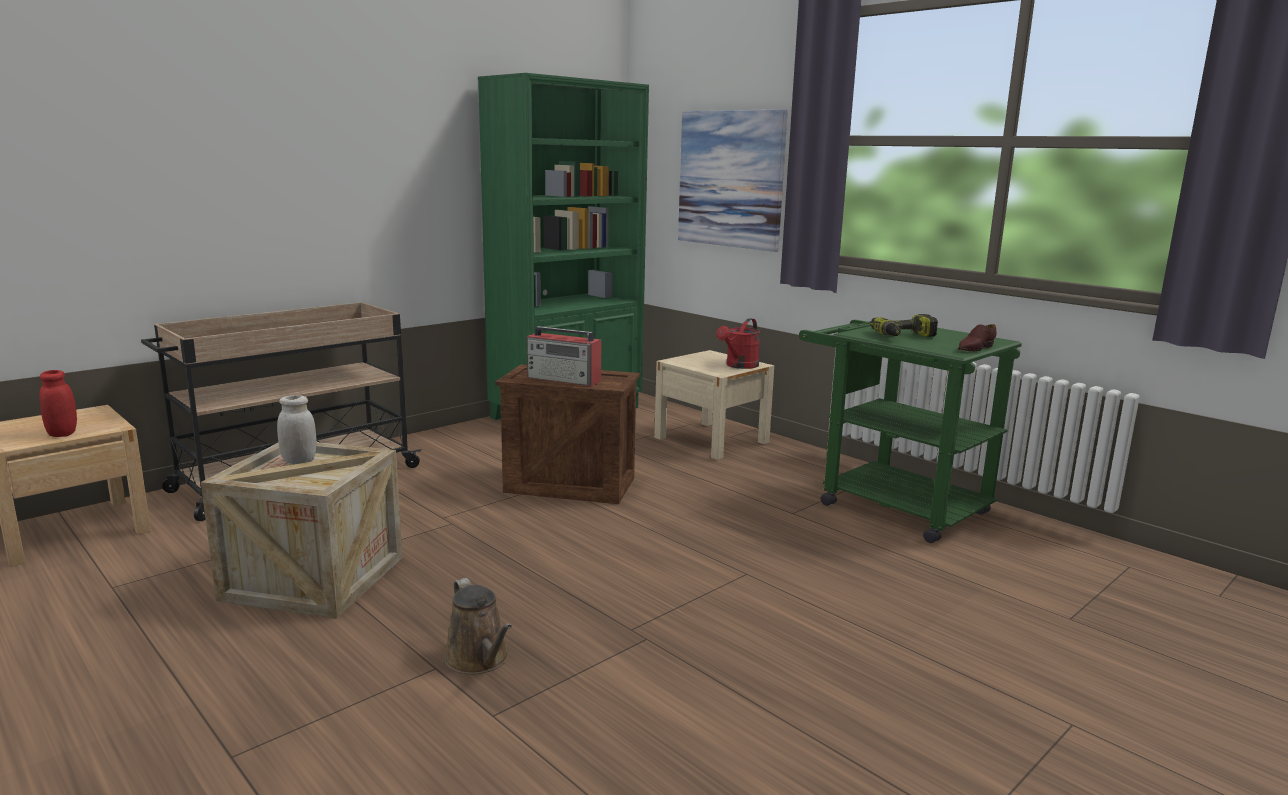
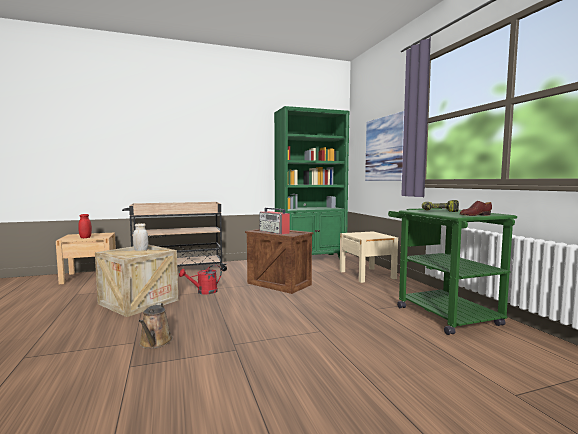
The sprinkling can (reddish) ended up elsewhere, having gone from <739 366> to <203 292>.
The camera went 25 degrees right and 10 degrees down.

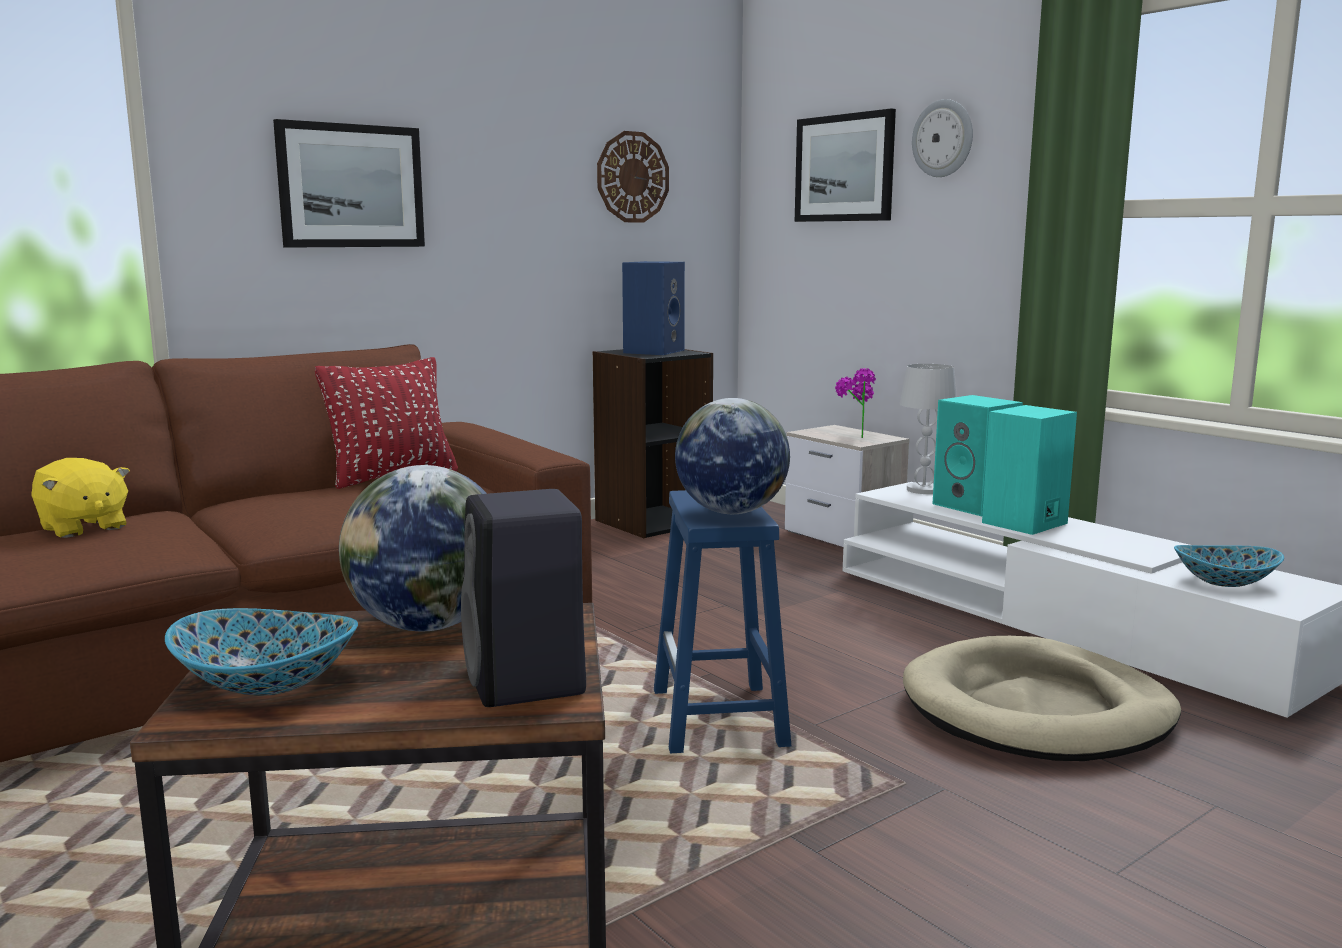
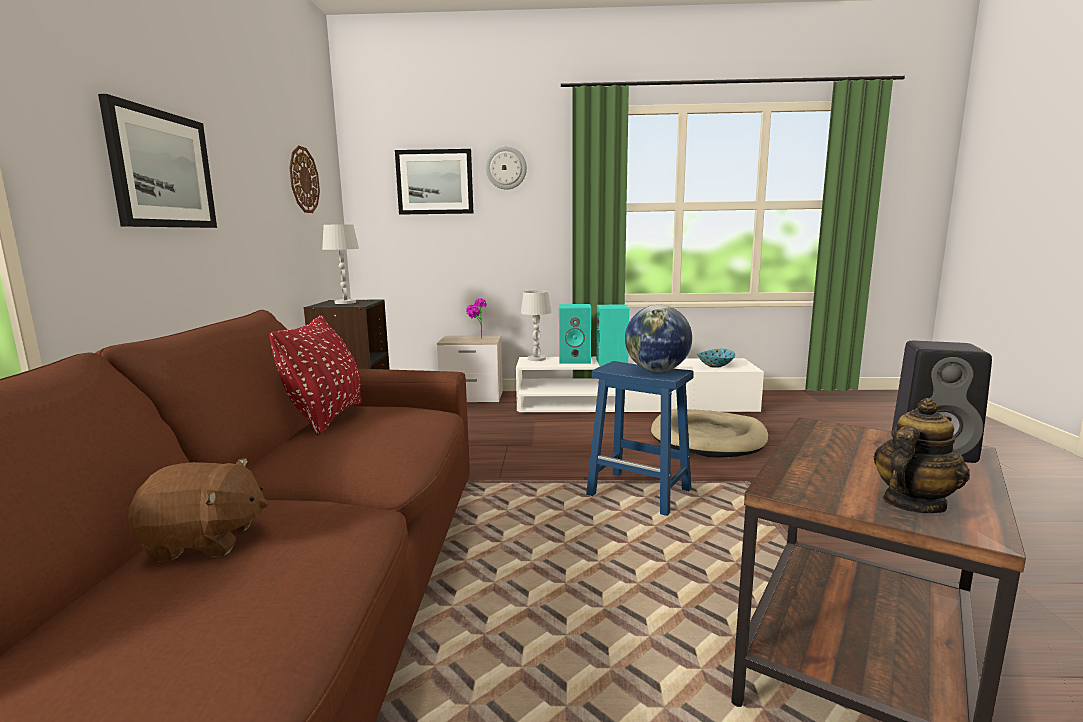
What was the plush toy (yellowish) at <83 528> turned into the plush toy (brown-coloured) at <204 542>.
Where the loudspeaker (bluish) stood at <653 351>, the lamp for a table (white) came to stand at <345 302>.
Where the deep dish stood at <268 683>, the tea pot came to stand at <912 503>.
The second view lost the world globe at <428 626>.
The camera went 50 degrees left and 0 degrees up.

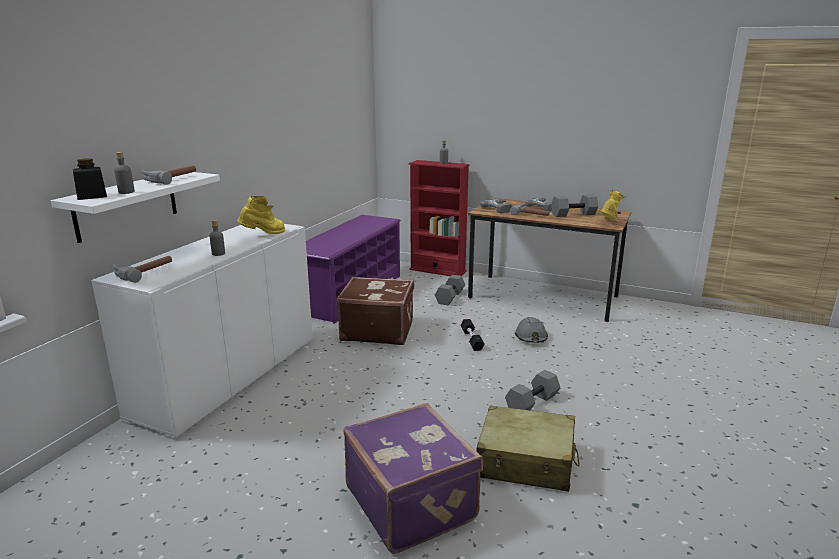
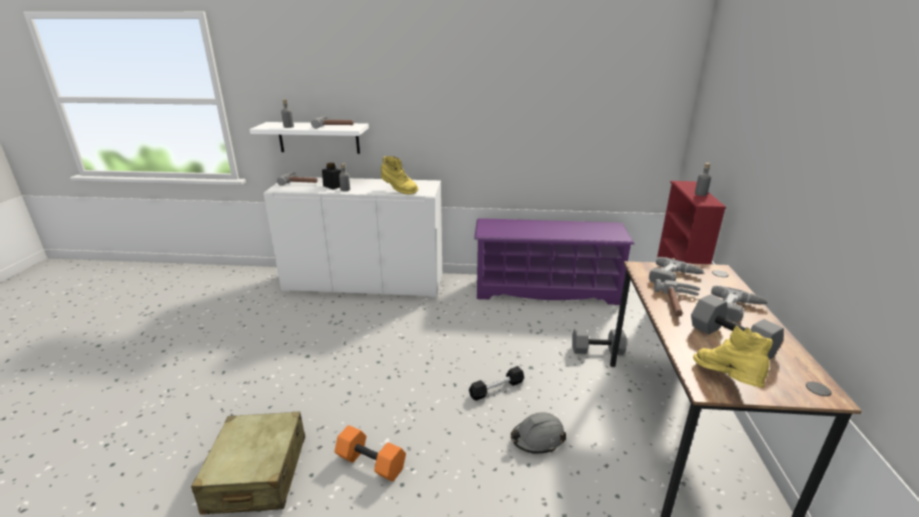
The jar (black-coloured) ended up elsewhere, having gone from <92 196> to <333 186>.
What was the dumbbell (greyish) at <531 402> turned into the dumbbell (orange) at <372 462>.
The boot (yellowish) at <608 223> ended up facing another way, 105 degrees counterclockwise from before.
The second view lost the travel case (brown-coloured) at <377 330>.
The second view lost the travel case (purplish) at <412 502>.
The camera went 70 degrees right and 5 degrees up.

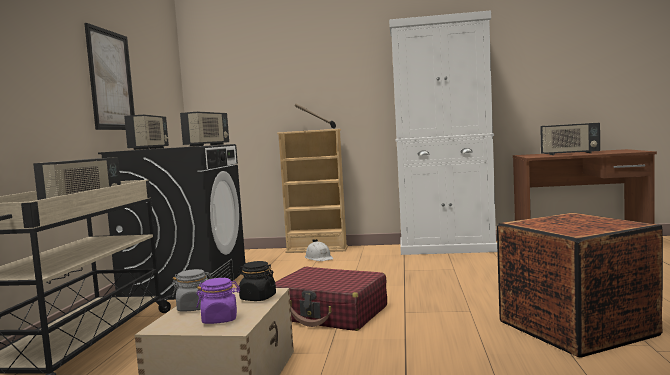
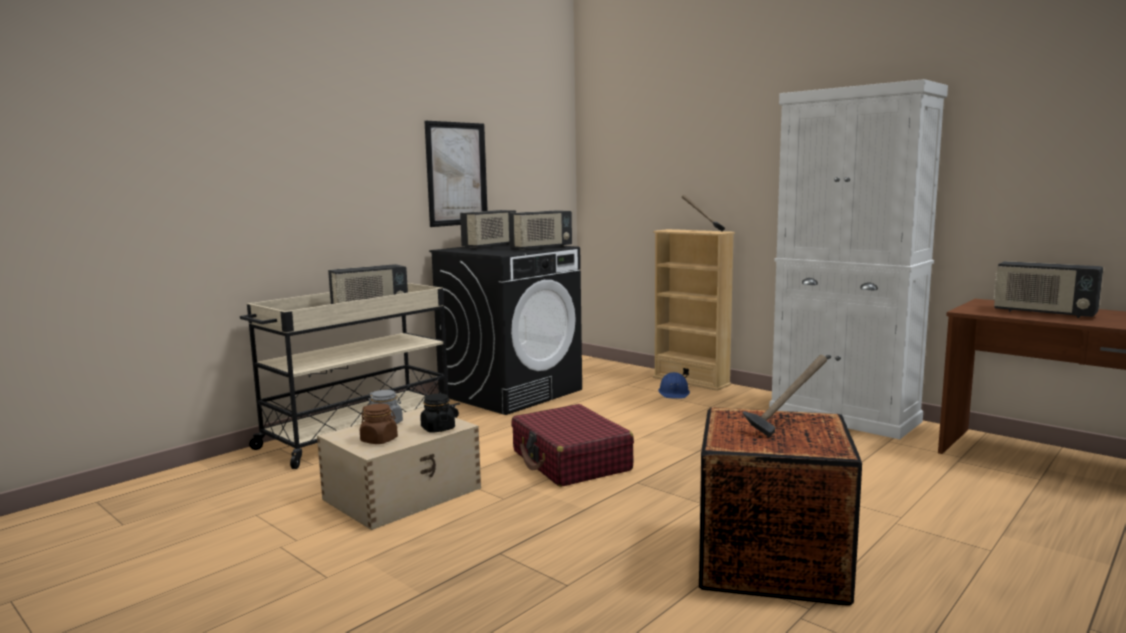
What was the jar (purplish) at <220 319> turned into the jar (brown-coloured) at <379 440>.
What was the hard hat (white) at <319 258> turned into the hard hat (bluish) at <674 393>.
The second view gained the hand hammer at <784 426>.
The camera went 35 degrees right and 5 degrees up.

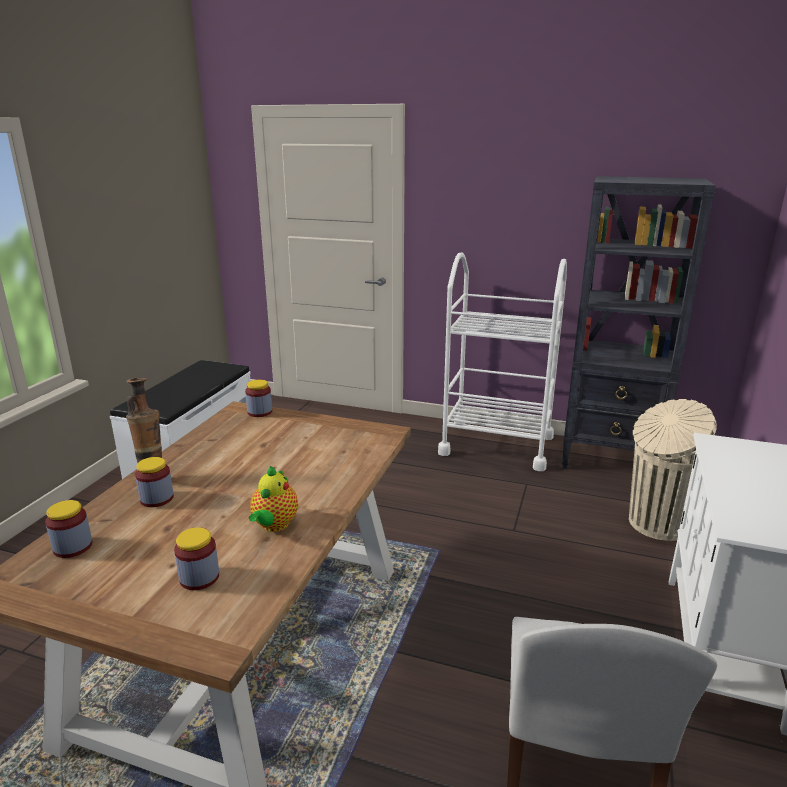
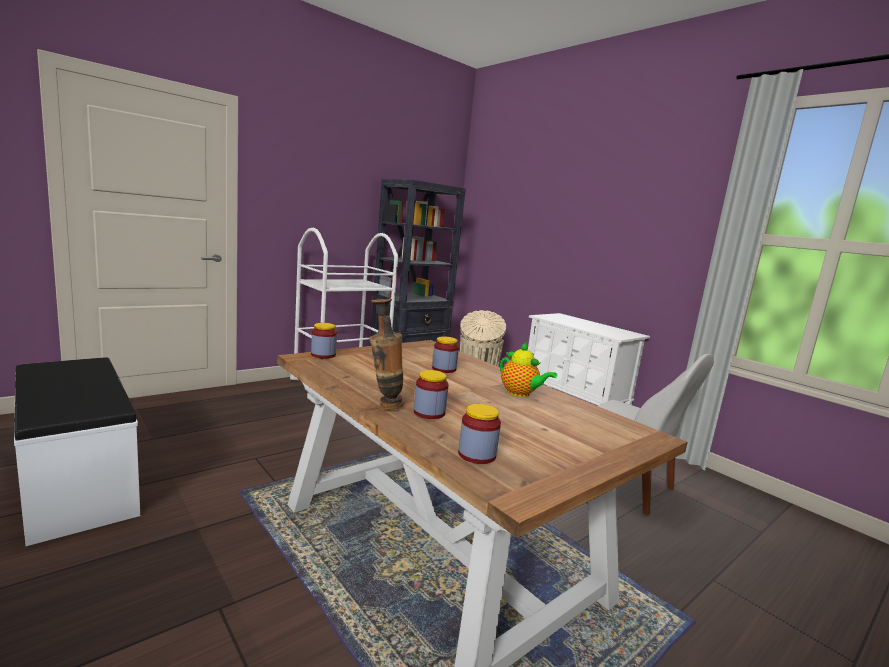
The jar ended up elsewhere, having gone from <199 577> to <444 369>.
The camera went 60 degrees left and 10 degrees down.

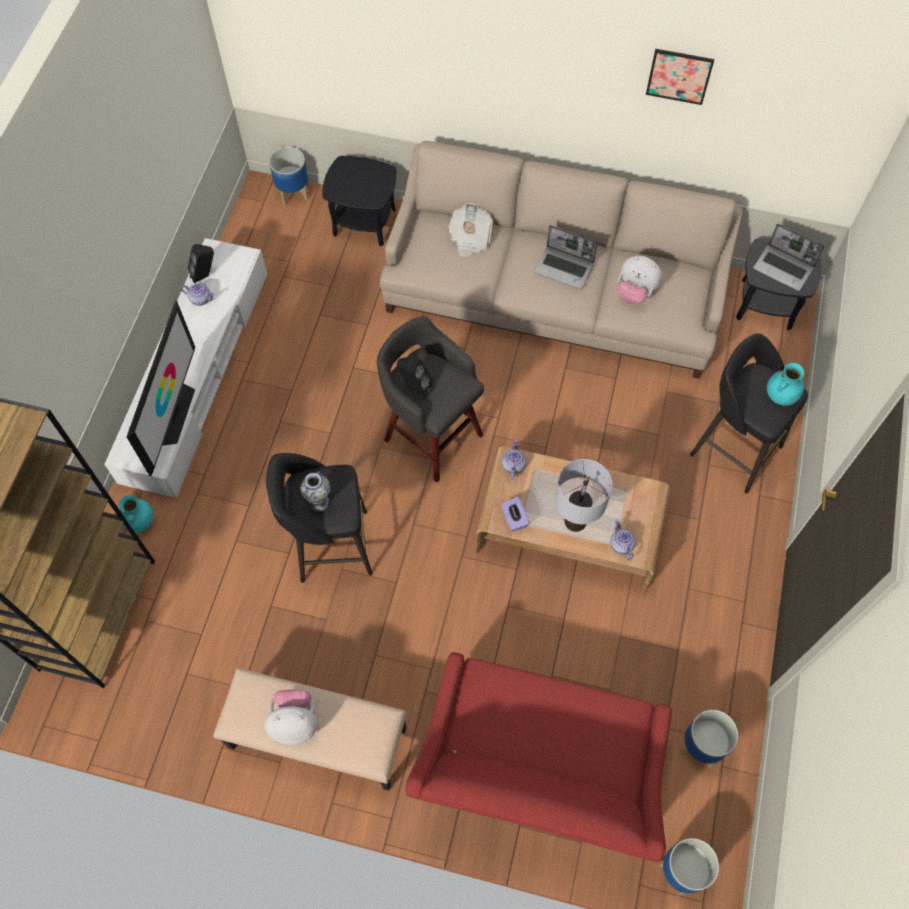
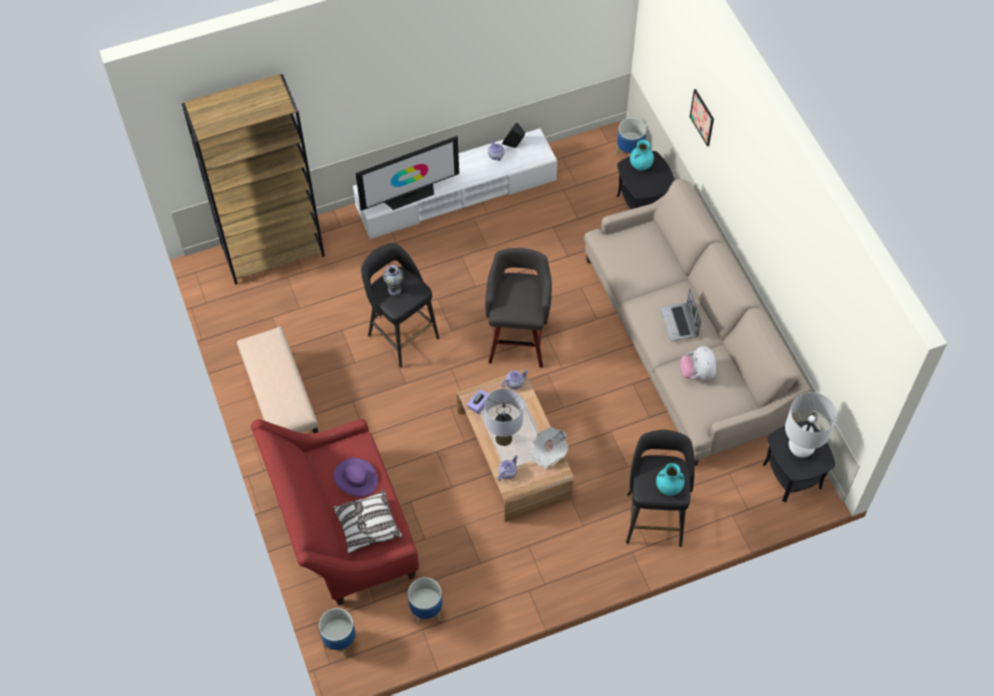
The second view gained the hat (purplish) at <355 478>.
The second view gained the throw pillow at <367 526>.
The newspaper ended up elsewhere, having gone from <470 238> to <547 453>.
The vase (blue-green) ended up elsewhere, having gone from <141 522> to <640 165>.
The picture ended up elsewhere, having gone from <679 76> to <702 117>.
Where the laptop stood at <784 268>, the lamp for a table (white) came to stand at <799 451>.
The second view lost the plush toy at <295 722>.
The second view lost the loudspeaker (black-coloured) at <414 387>.
The camera went 55 degrees right and 5 degrees down.

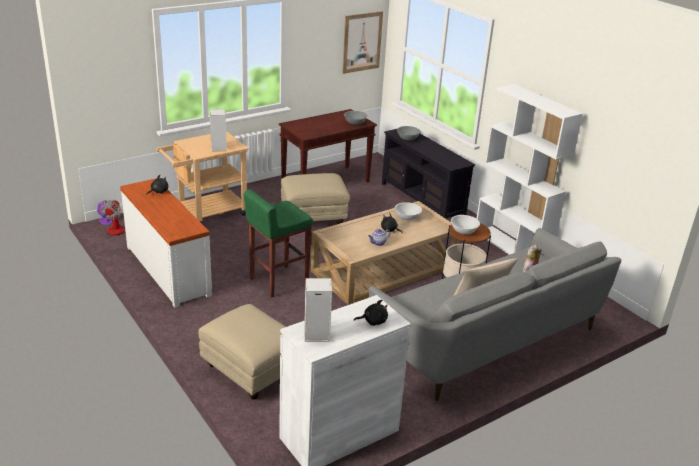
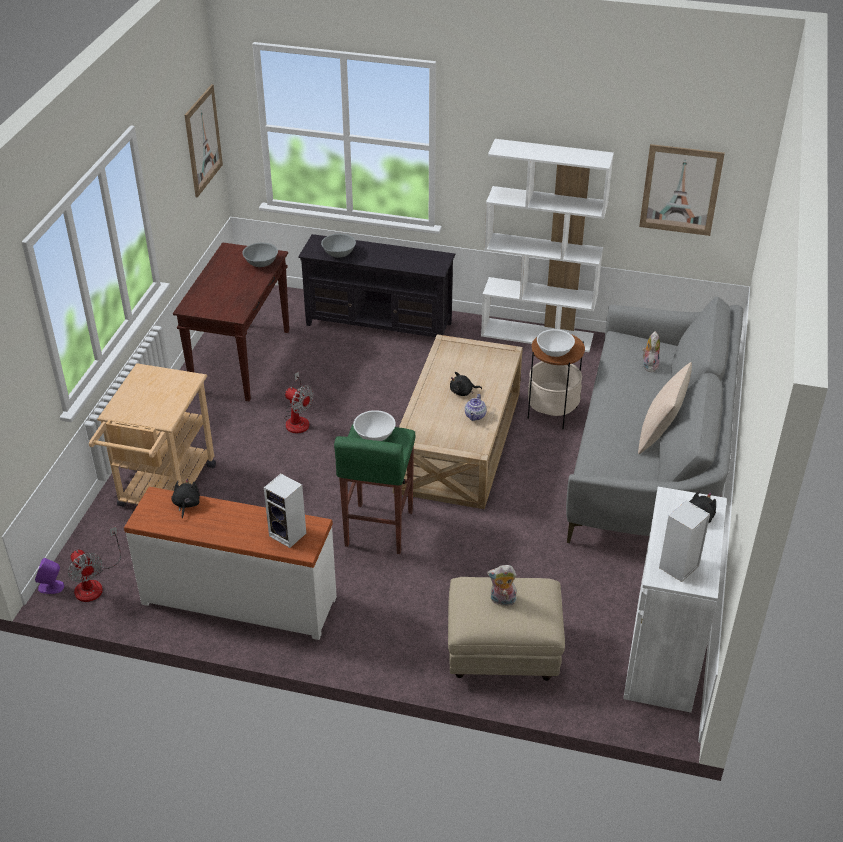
The loudspeaker ended up elsewhere, having gone from <219 148> to <289 535>.
Where the ottoman (beige-coloured) stood at <314 217>, the electric fan came to stand at <298 419>.
The deep dish (white) ended up elsewhere, having gone from <407 217> to <374 435>.
The second view gained the plush toy at <502 601>.
The second view gained the picture at <680 190>.
The camera went 40 degrees left and 10 degrees up.

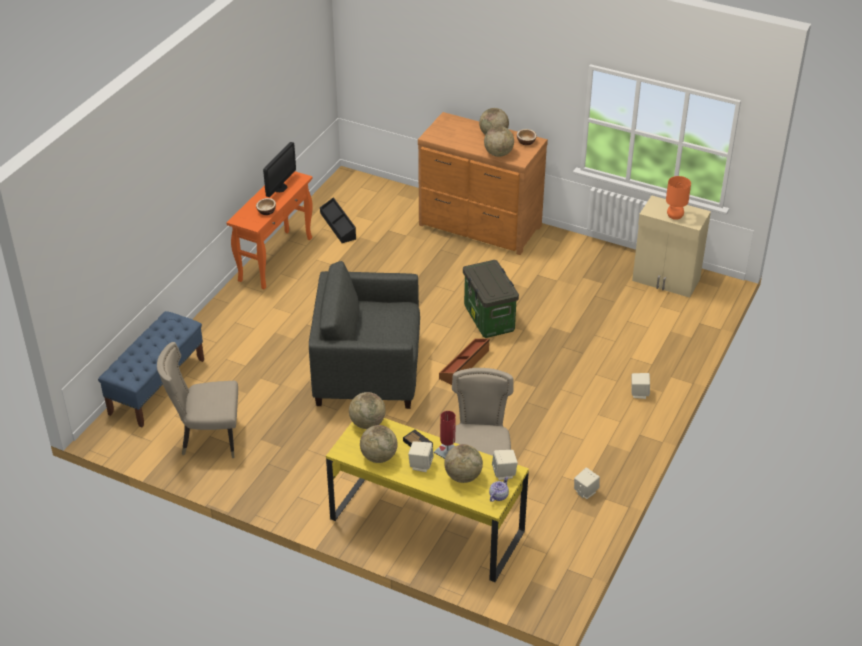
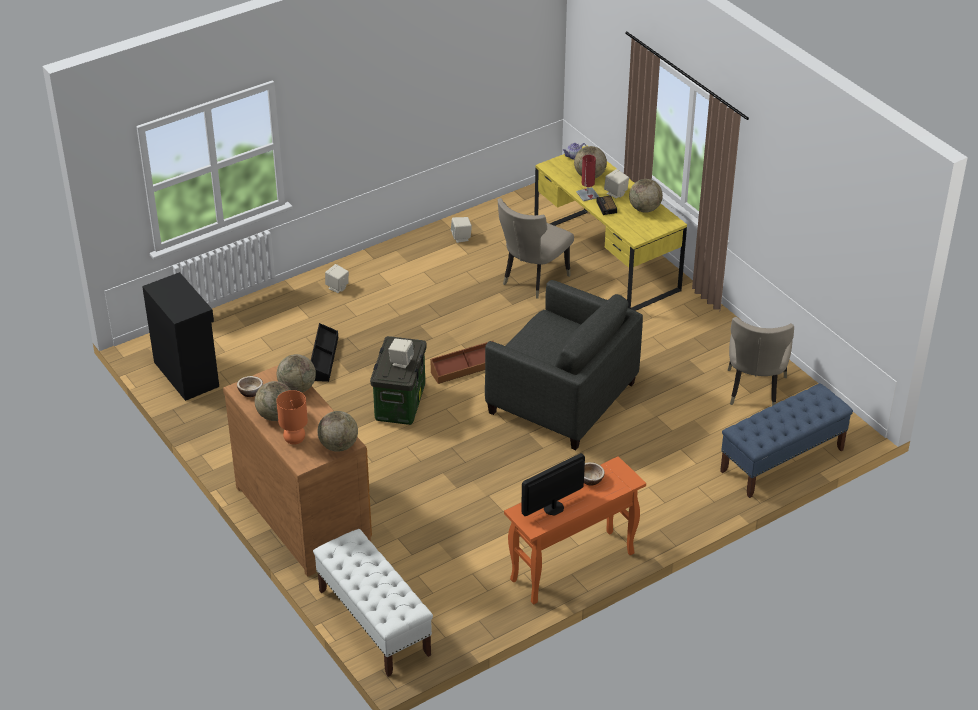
What was the cabinet (beige-coloured) at <666 280> turned into the cabinet (black-coloured) at <187 373>.
The lamp for a table (orange) ended up elsewhere, having gone from <674 216> to <295 440>.
The storage container (black-coloured) ended up elsewhere, having gone from <338 225> to <323 358>.
The second view gained the bench (white) at <373 622>.
The world globe ended up elsewhere, having gone from <367 423> to <338 446>.
The loudspeaker (beige-coloured) ended up elsewhere, having gone from <504 473> to <401 362>.
The upright chair (beige-coloured) at <207 438> ended up facing another way, 75 degrees clockwise from before.
The camera went 150 degrees left and 0 degrees up.

